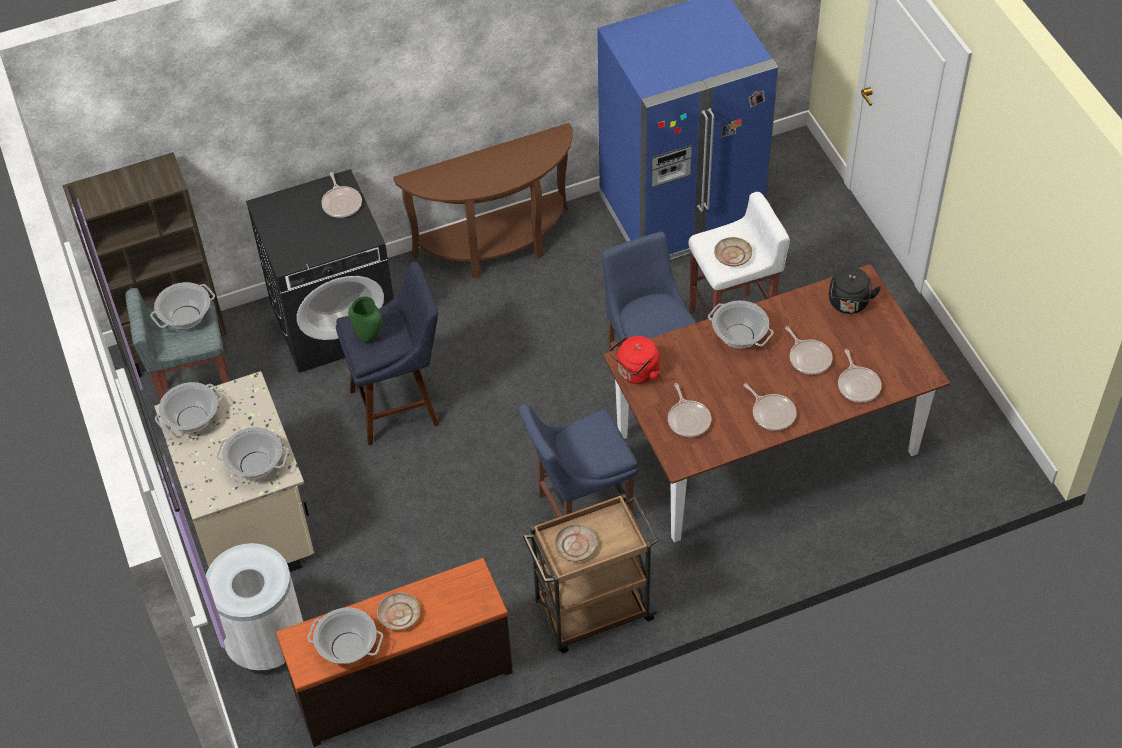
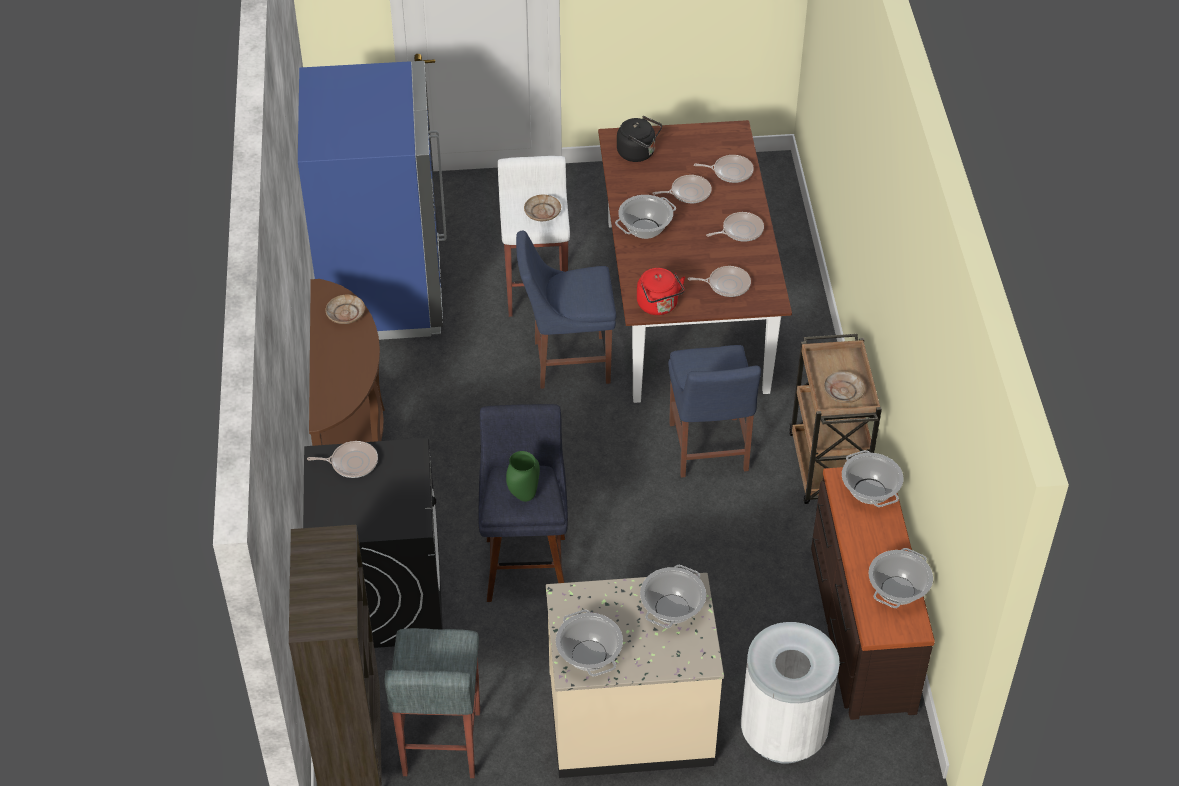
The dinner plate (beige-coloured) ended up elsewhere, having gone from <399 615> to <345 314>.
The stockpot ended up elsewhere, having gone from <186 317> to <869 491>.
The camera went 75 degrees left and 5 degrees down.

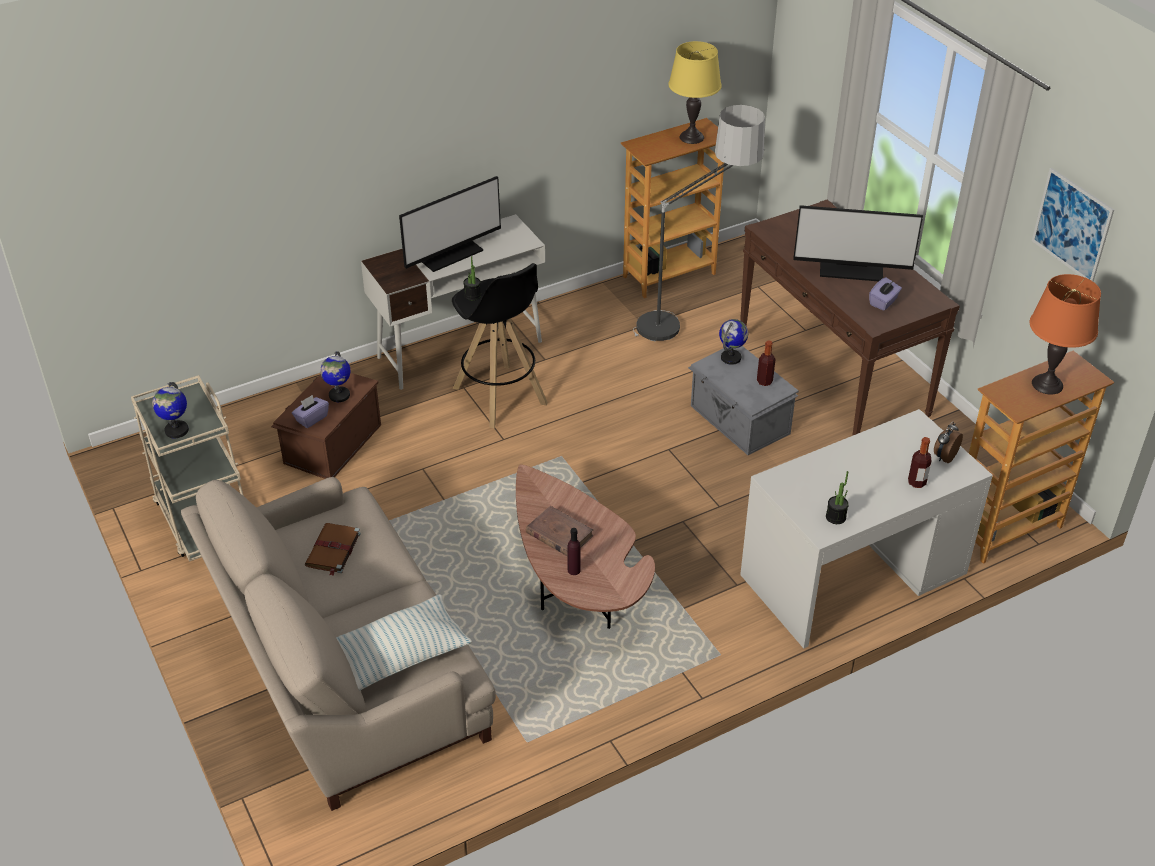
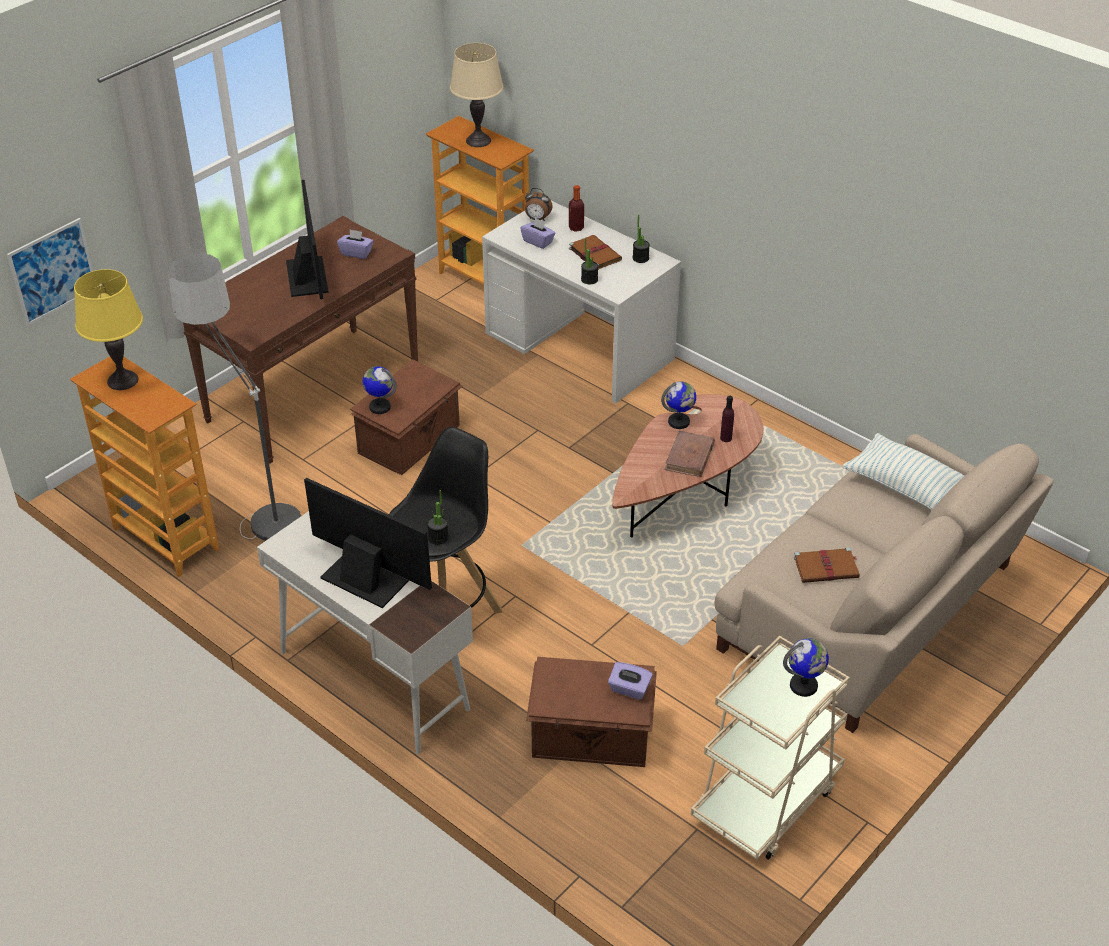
The picture ended up elsewhere, having gone from <1072 225> to <52 271>.
What was the storage container (greyish) at <739 420> turned into the storage container (brown-coloured) at <410 439>.
What was the lamp for a table (orange) at <1047 384> turned into the lamp for a table (beige-coloured) at <478 141>.
The second view gained the tissue holder (purplish) at <538 241>.
The second view gained the volume (brown-coloured) at <594 254>.
The second view gained the plant in a pot at <589 279>.
The world globe ended up elsewhere, having gone from <339 395> to <679 422>.
The second view lost the beverage bottle at <764 381>.
The camera went 110 degrees left and 0 degrees up.

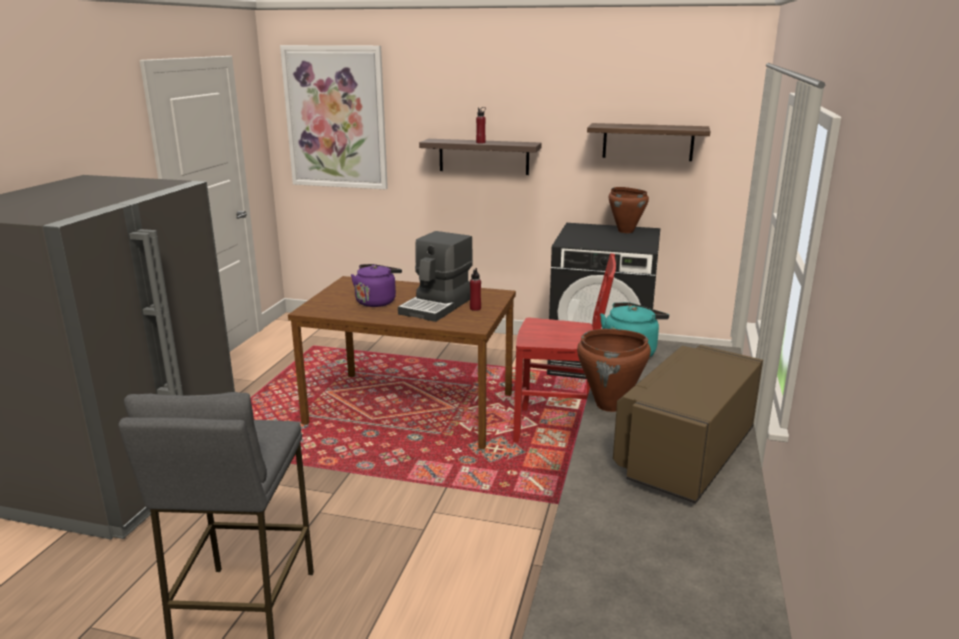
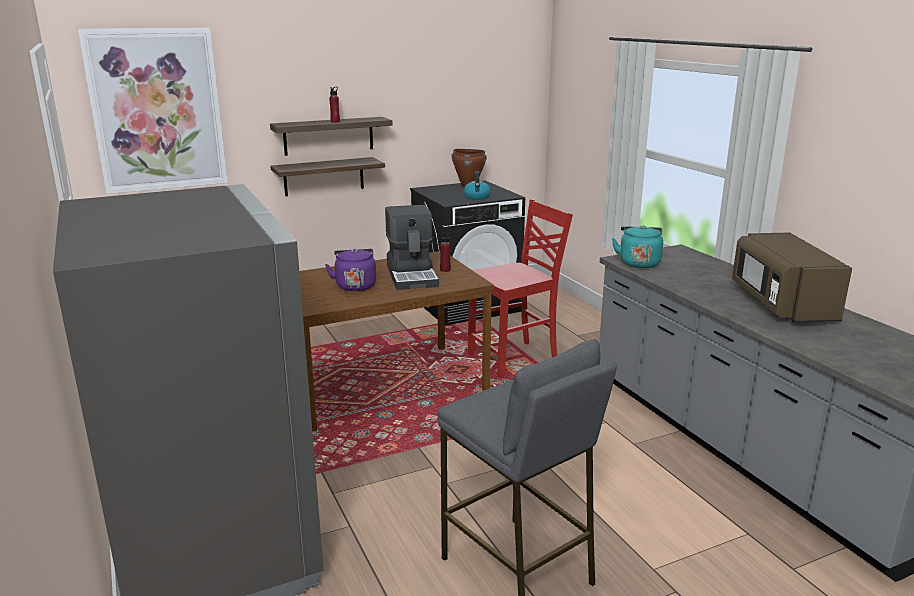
The wall shelf ended up elsewhere, having gone from <648 142> to <324 176>.
The second view gained the water kettle at <477 197>.
The second view lost the stockpot (brown-coloured) at <610 405>.
The camera went 40 degrees left and 0 degrees up.

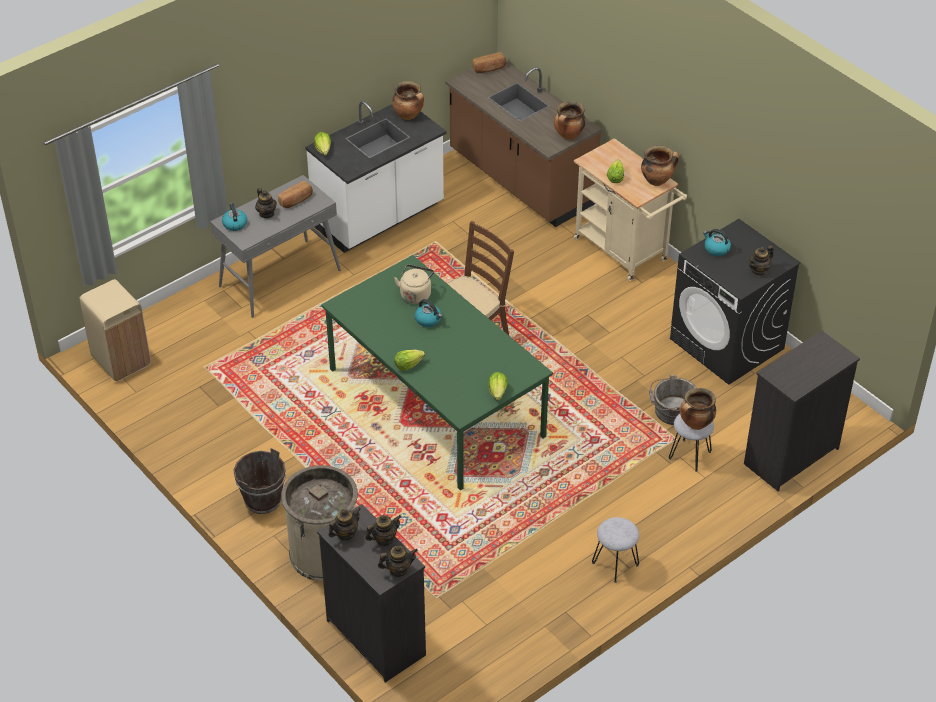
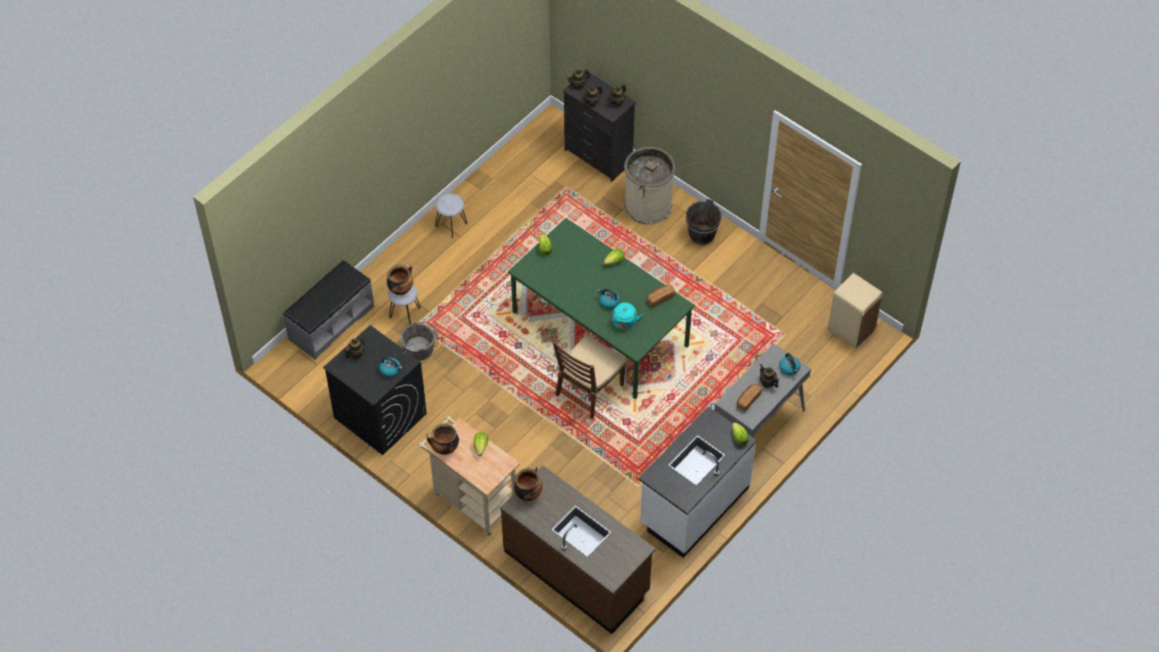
Where the chest of drawers (black-coloured) stood at <790 456>, the bench (greyish) came to stand at <331 322>.
What was the water kettle (beige-coloured) at <416 294> turned into the water kettle (blue-green) at <624 323>.
The baked bread ended up elsewhere, having gone from <489 69> to <660 298>.
The second view lost the stockpot at <409 116>.
The camera went 170 degrees right and 10 degrees up.

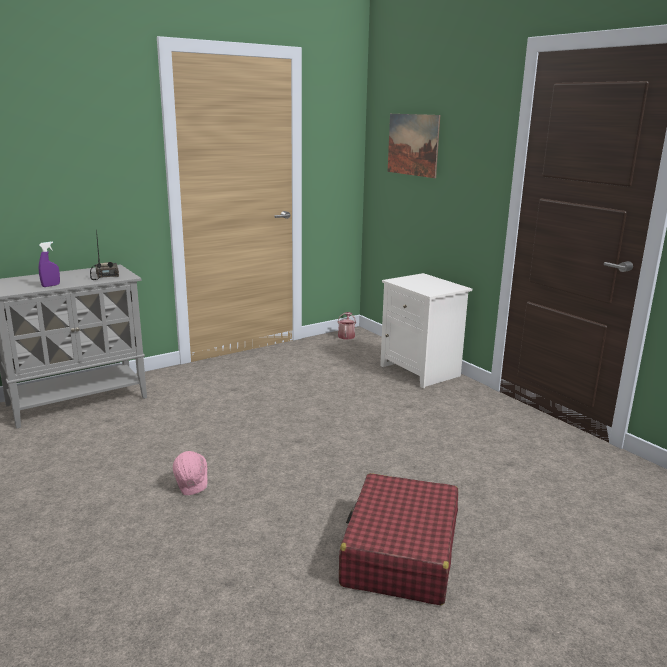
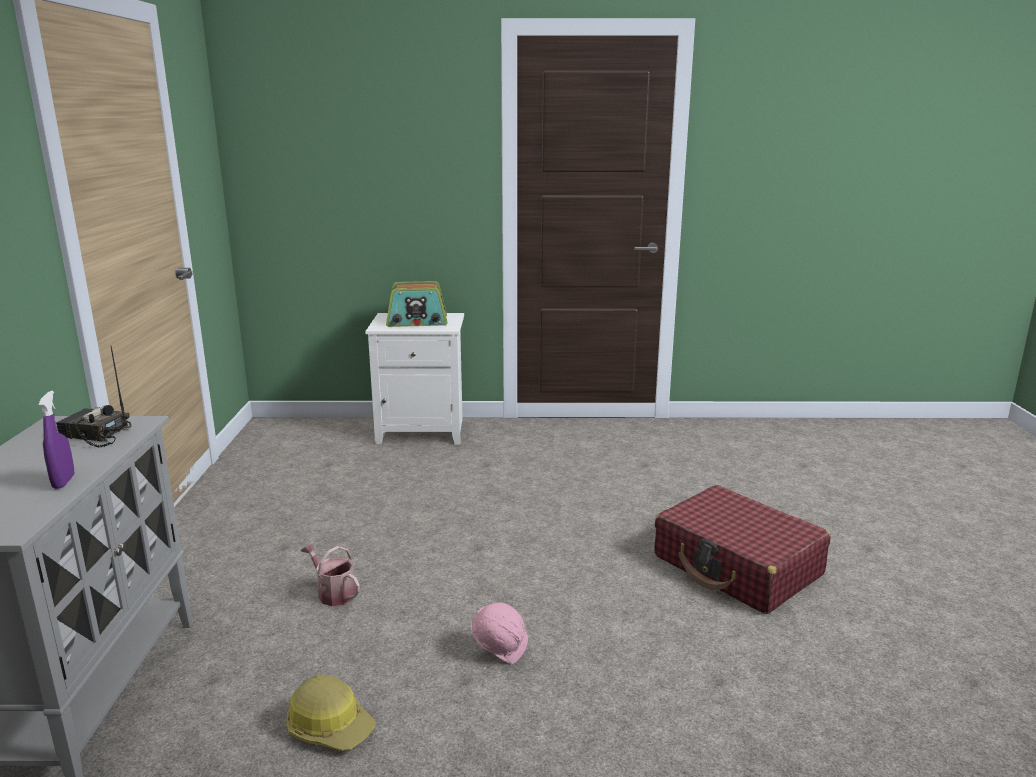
The second view gained the hard hat at <330 726>.
The sprinkling can ended up elsewhere, having gone from <346 335> to <333 593>.
The second view gained the radio receiver at <417 322>.
The second view lost the picture at <413 145>.
The camera went 55 degrees left and 0 degrees up.

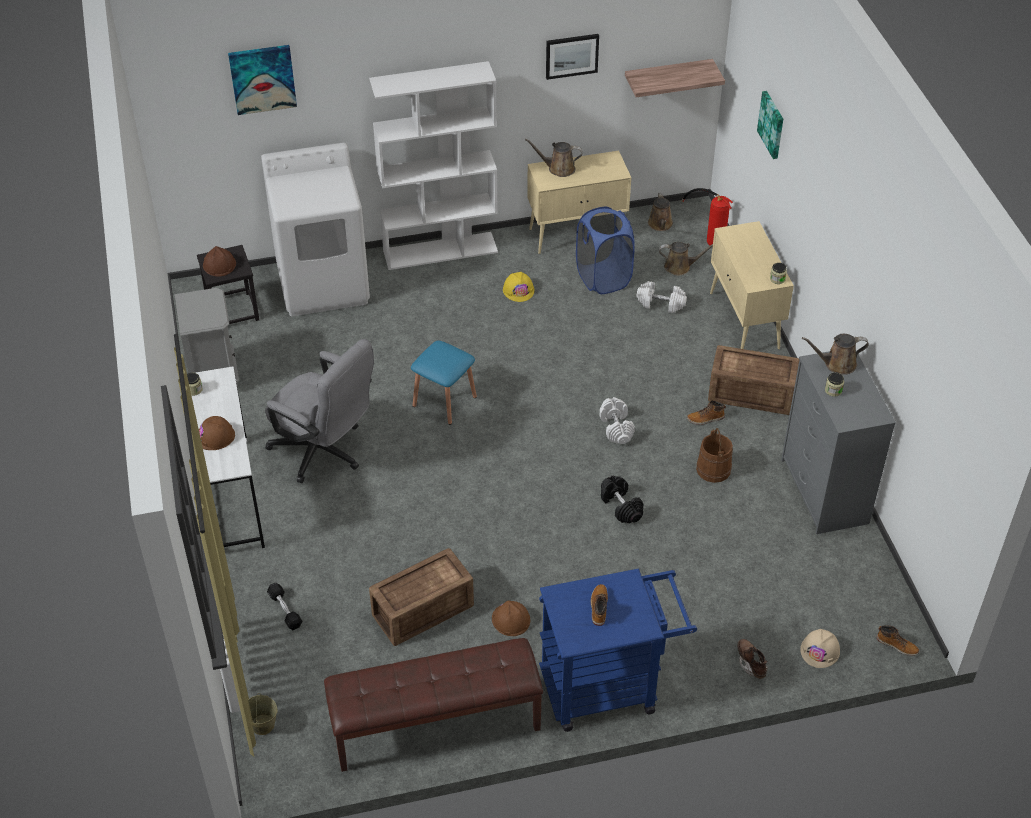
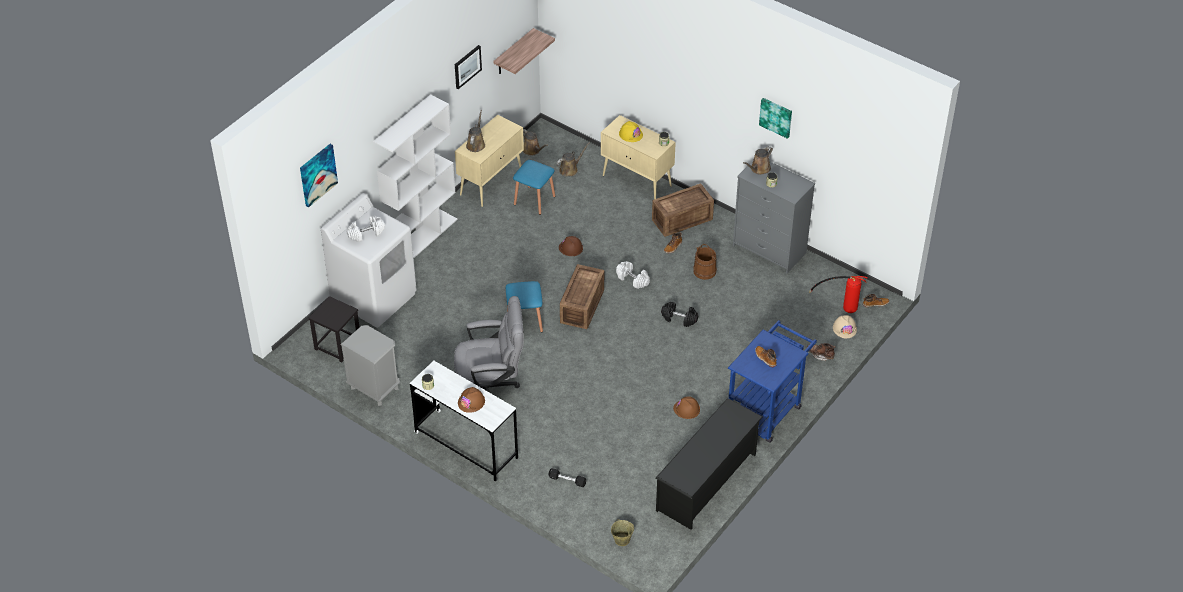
The dumbbell (white) ended up elsewhere, having gone from <660 304> to <366 234>.
The sprinkling can (brown-coloured) at <558 169> ended up facing another way, 135 degrees clockwise from before.
Where the washing basket (bluish) stood at <603 278>, the stool seat (bluish) came to stand at <534 200>.
The hard hat (brown-coloured) ended up elsewhere, having gone from <219 265> to <570 248>.
The packing crate ended up elsewhere, having gone from <421 610> to <581 306>.
The hard hat (yellowish) ended up elsewhere, having gone from <518 290> to <630 134>.
Where the bench (brown-coloured) stood at <435 726>, the shoe rack (black-coloured) came to stand at <707 482>.
The picture ended up elsewhere, having gone from <772 124> to <776 117>.
The fire-fighting cylinder ended up elsewhere, having gone from <708 236> to <841 306>.
The camera went 40 degrees left and 0 degrees up.

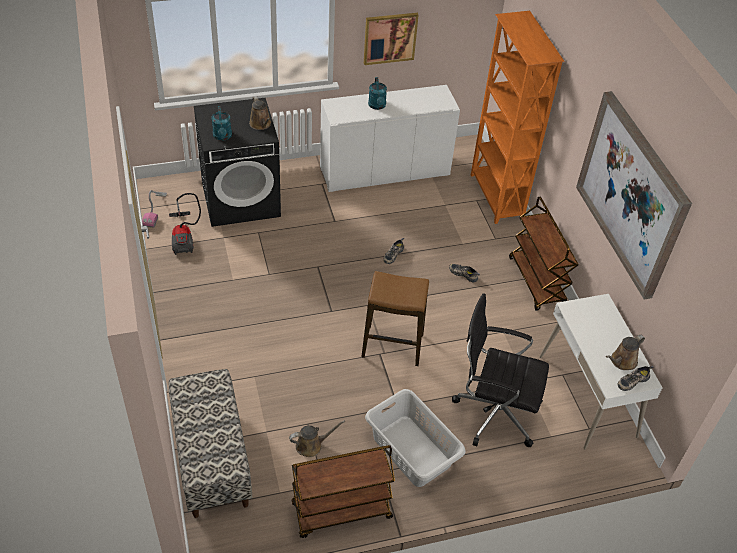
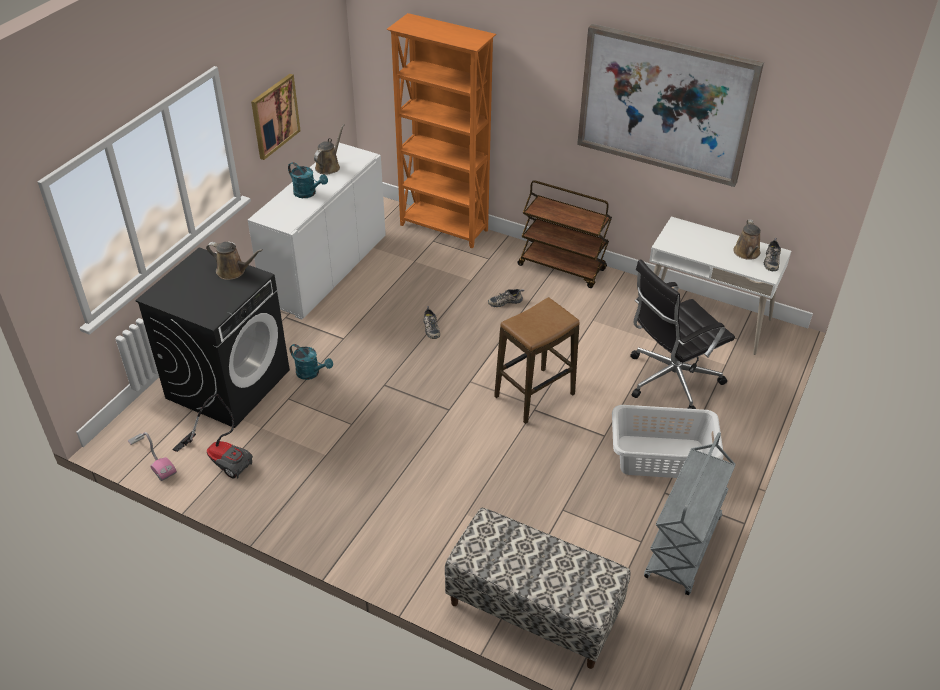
The sprinkling can (blue-green) ended up elsewhere, having gone from <222 137> to <311 373>.
The sprinkling can (brown-coloured) ended up elsewhere, having gone from <311 445> to <329 166>.
What was the trolley (brown-coloured) at <341 512> turned into the trolley (greyish) at <683 548>.
The camera went 45 degrees left and 5 degrees down.

